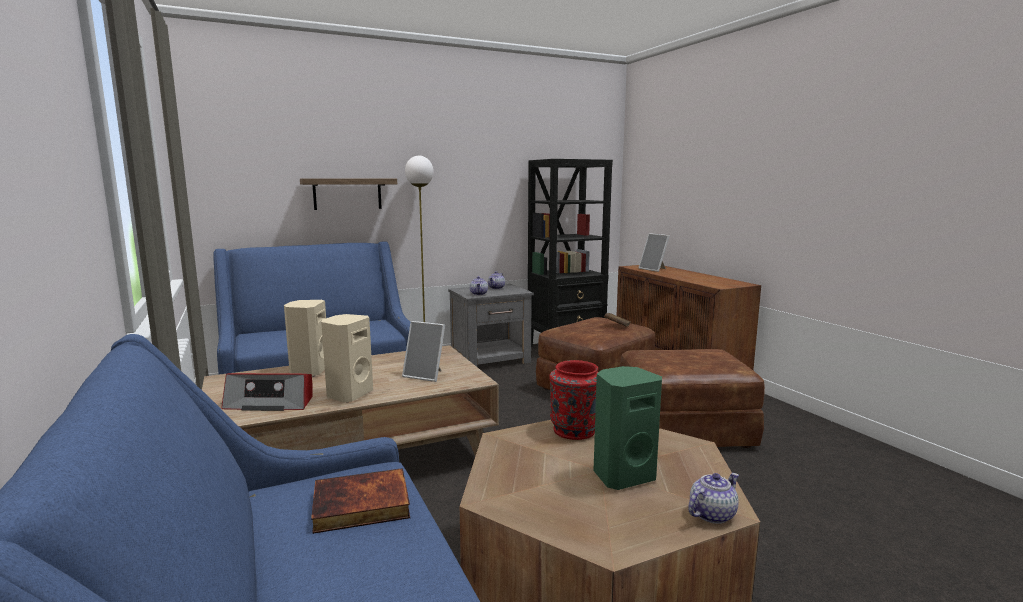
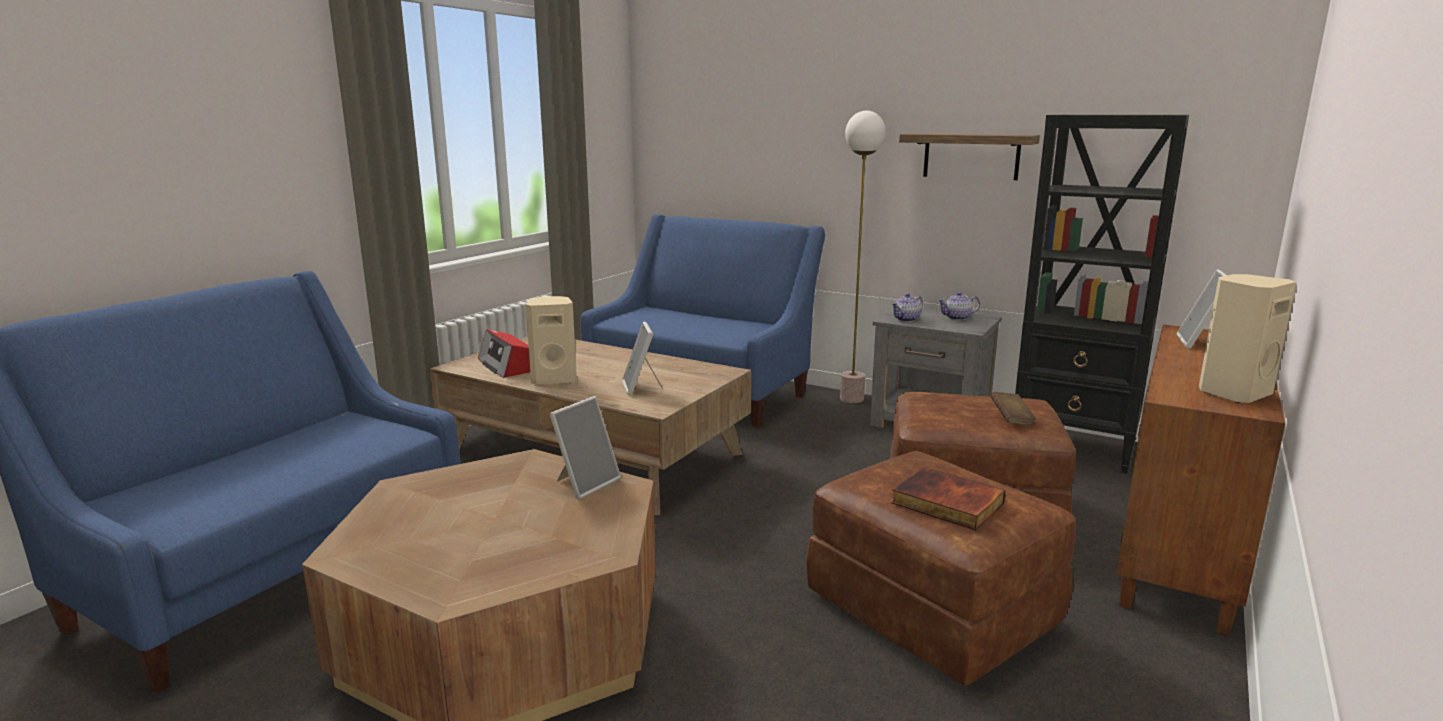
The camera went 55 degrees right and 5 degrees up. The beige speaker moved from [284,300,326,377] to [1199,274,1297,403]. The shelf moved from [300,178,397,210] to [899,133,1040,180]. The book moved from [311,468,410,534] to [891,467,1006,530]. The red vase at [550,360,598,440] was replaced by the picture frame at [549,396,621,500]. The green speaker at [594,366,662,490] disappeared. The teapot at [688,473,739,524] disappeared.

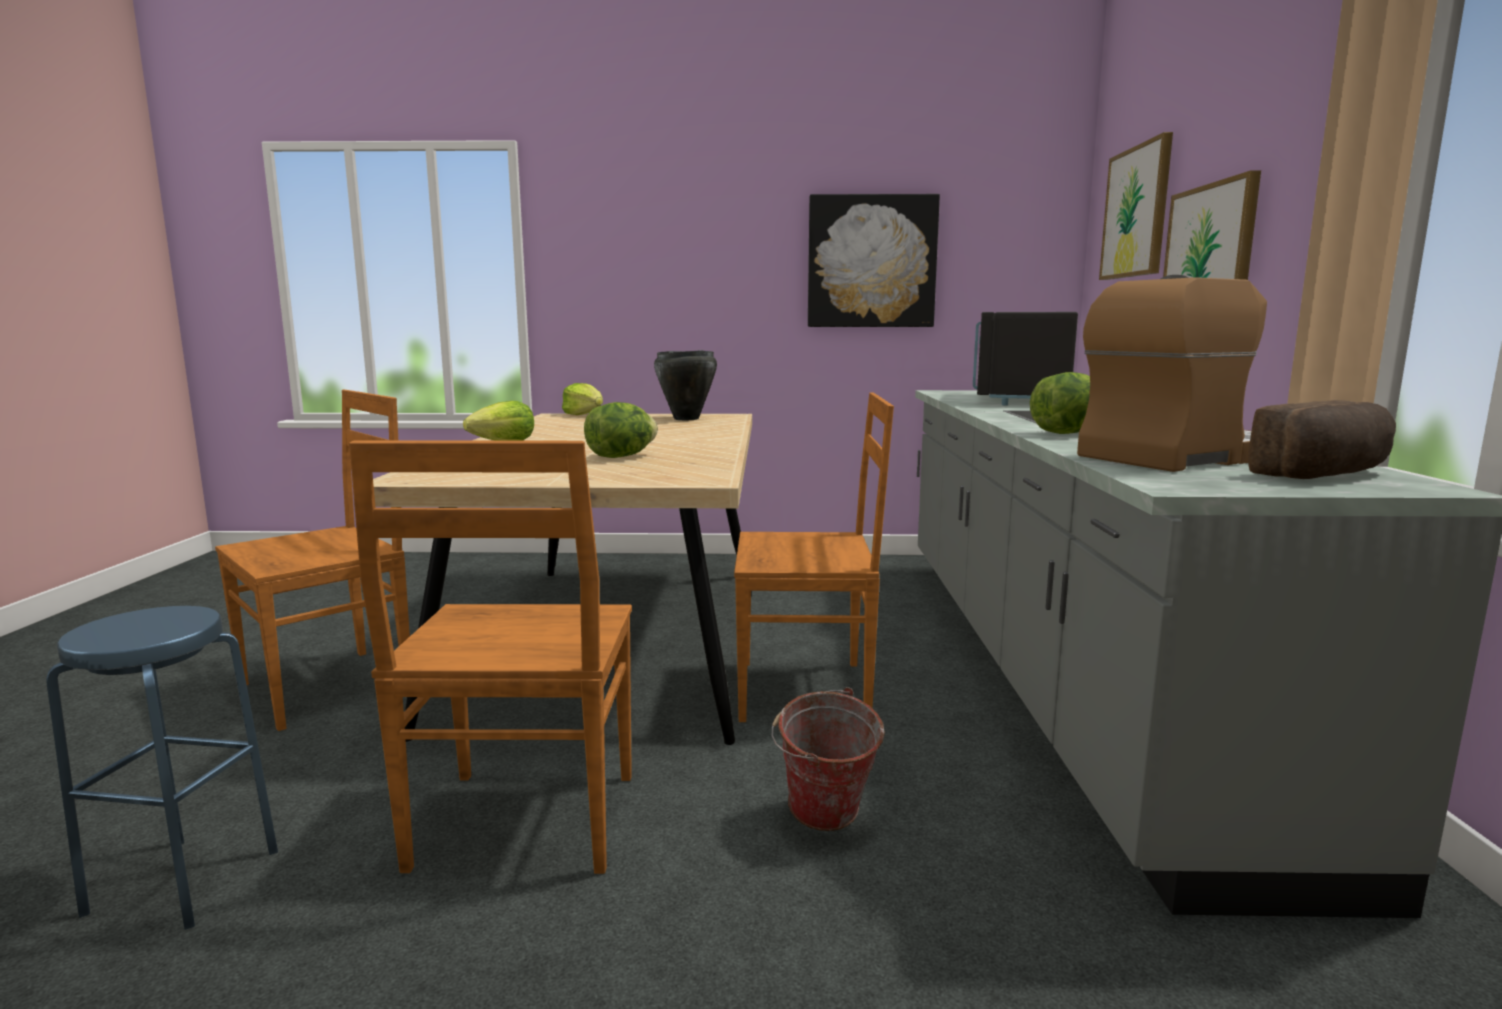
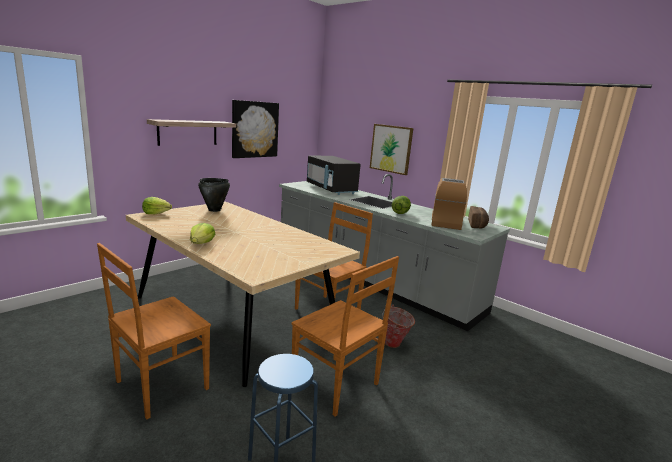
The camera went 50 degrees left and 5 degrees up. The brown chair at [215,390,410,731] turned 135 degrees counterclockwise. The lettuce at [584,402,658,458] disappeared. The picture at [1099,132,1173,280] disappeared. The shelf at [147,119,236,146] appeared.

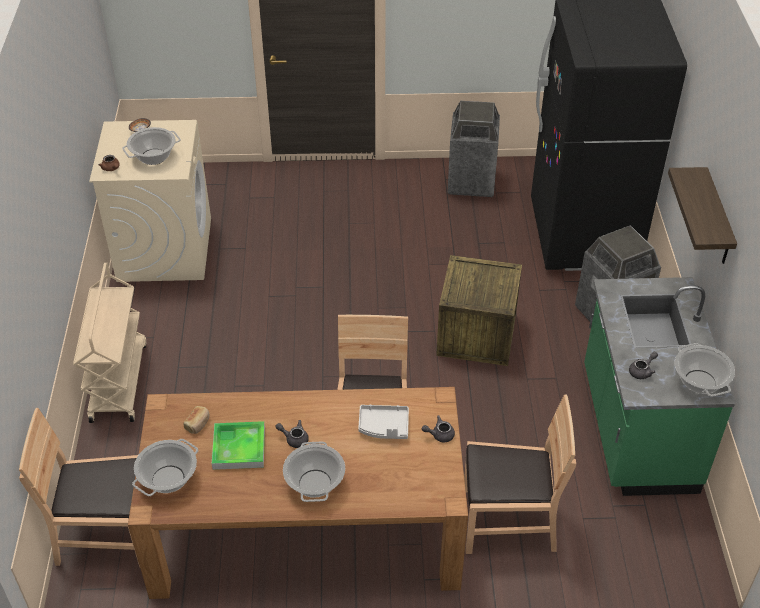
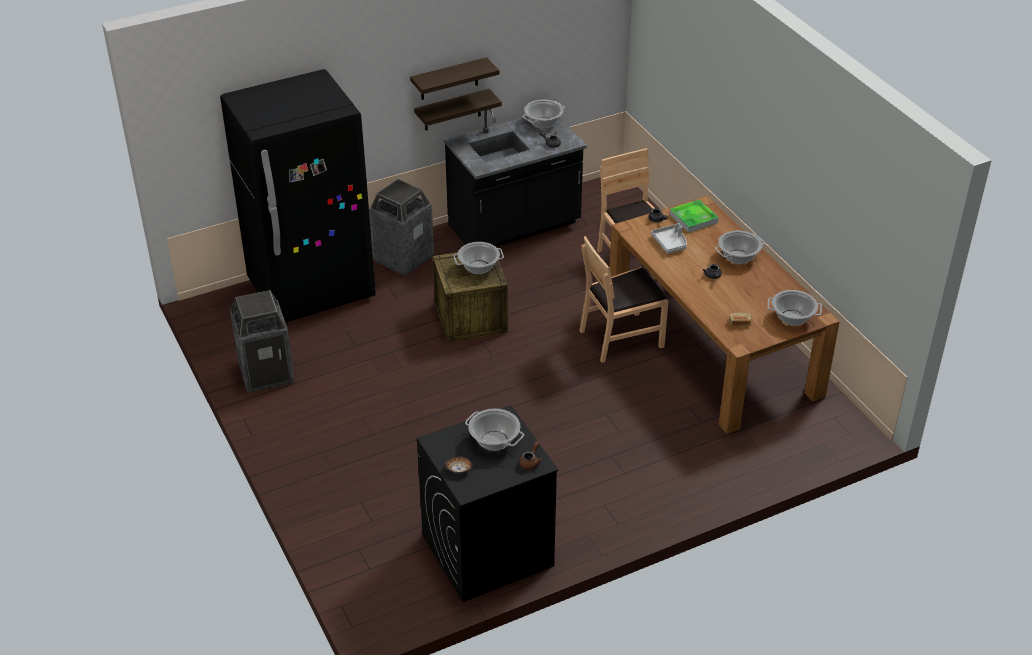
The camera went 115 degrees left and 5 degrees down. The brown chair at [19,408,140,567] disappeared. The beige cart at [73,263,147,423] disappeared. The beige washing machine at [89,120,211,282] became the black washing machine at [417,406,559,602]. The tray moved from [212,421,265,470] to [669,200,719,233]. The green counter at [584,277,735,496] became the black counter at [444,109,587,247]. The shelf at [414,89,502,131] appeared. The cooking pot at [453,242,504,274] appeared.

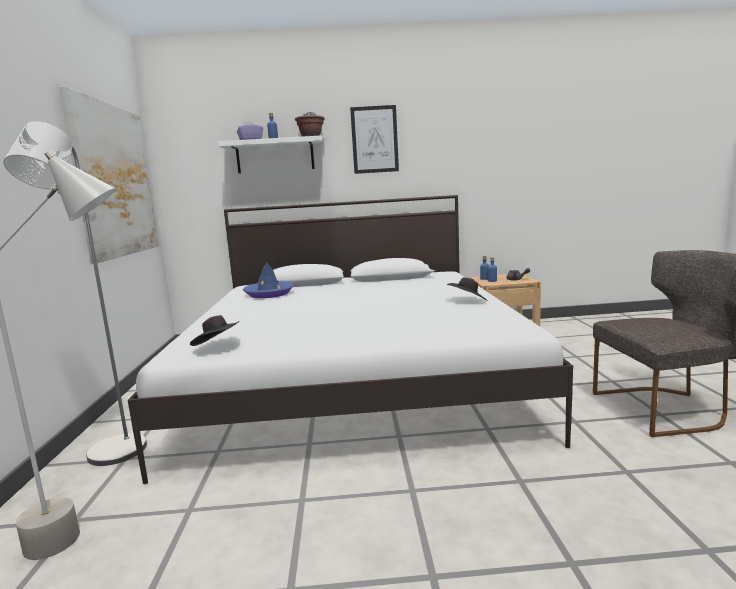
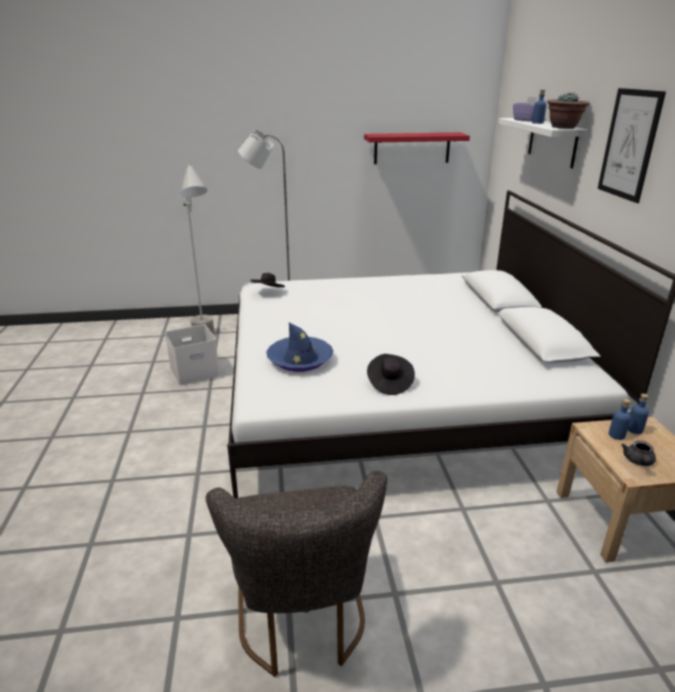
The camera went 85 degrees right and 15 degrees up. The picture at [59,86,159,264] was replaced by the red shelf at [364,133,470,164]. The blue hat moved from [243,263,294,298] to [266,322,334,372]. The white storage box at [165,324,220,386] appeared.

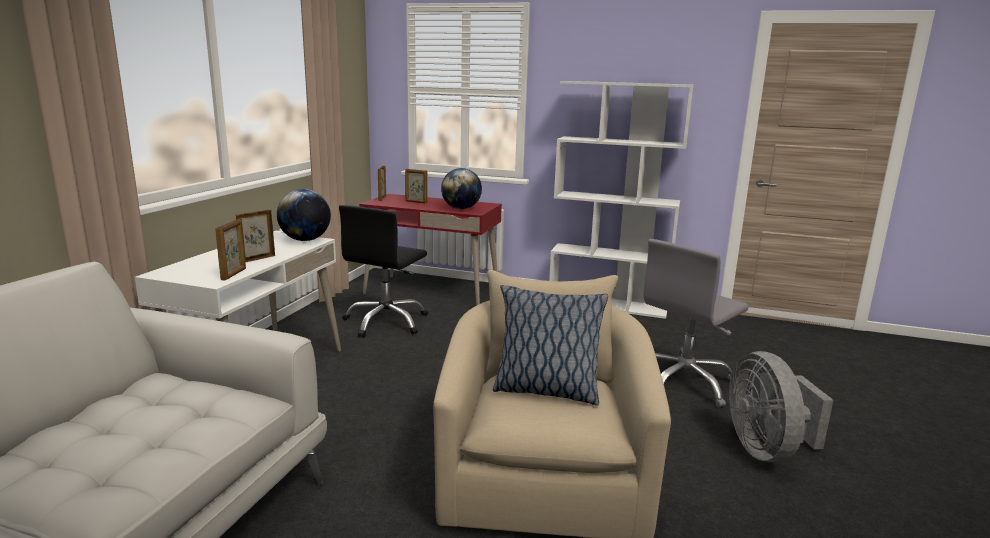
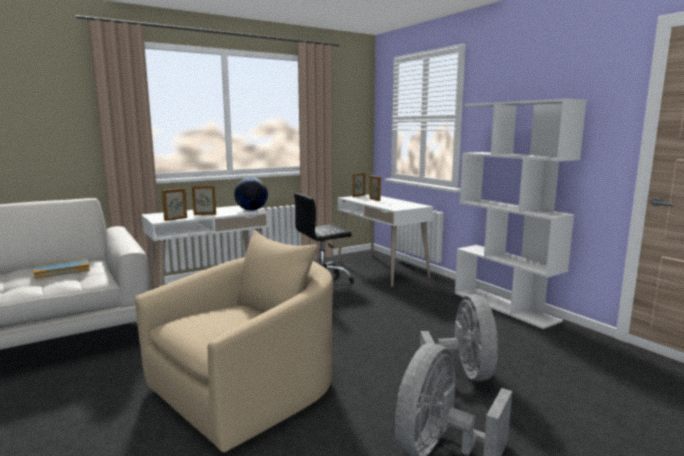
The camera went 40 degrees right and 5 degrees down. The red desk at [359,194,502,306] became the white desk at [337,195,433,287]. The globe at [441,168,482,209] disappeared. The pillow at [493,285,608,406] disappeared. The grey office chair at [643,239,749,408] was replaced by the grey fan at [420,294,499,393]. The book at [33,258,90,279] appeared.

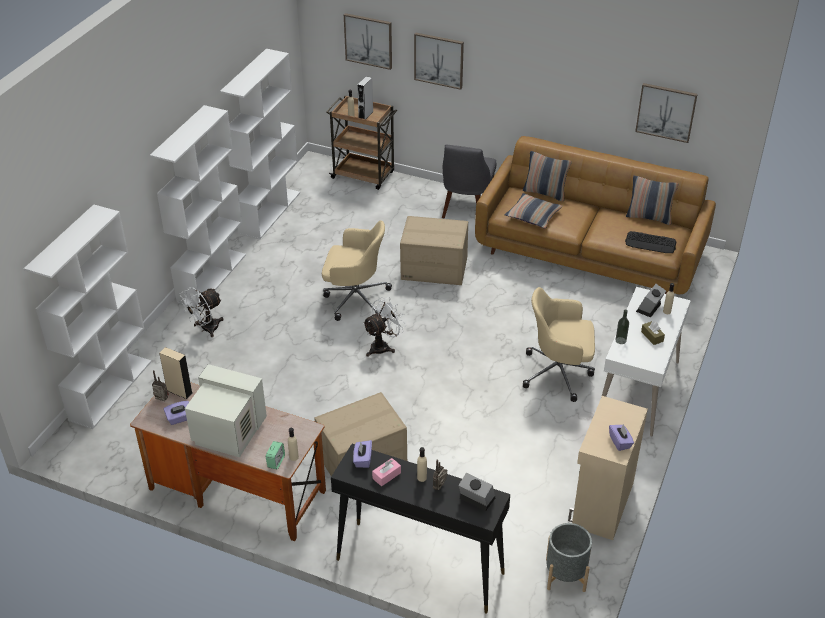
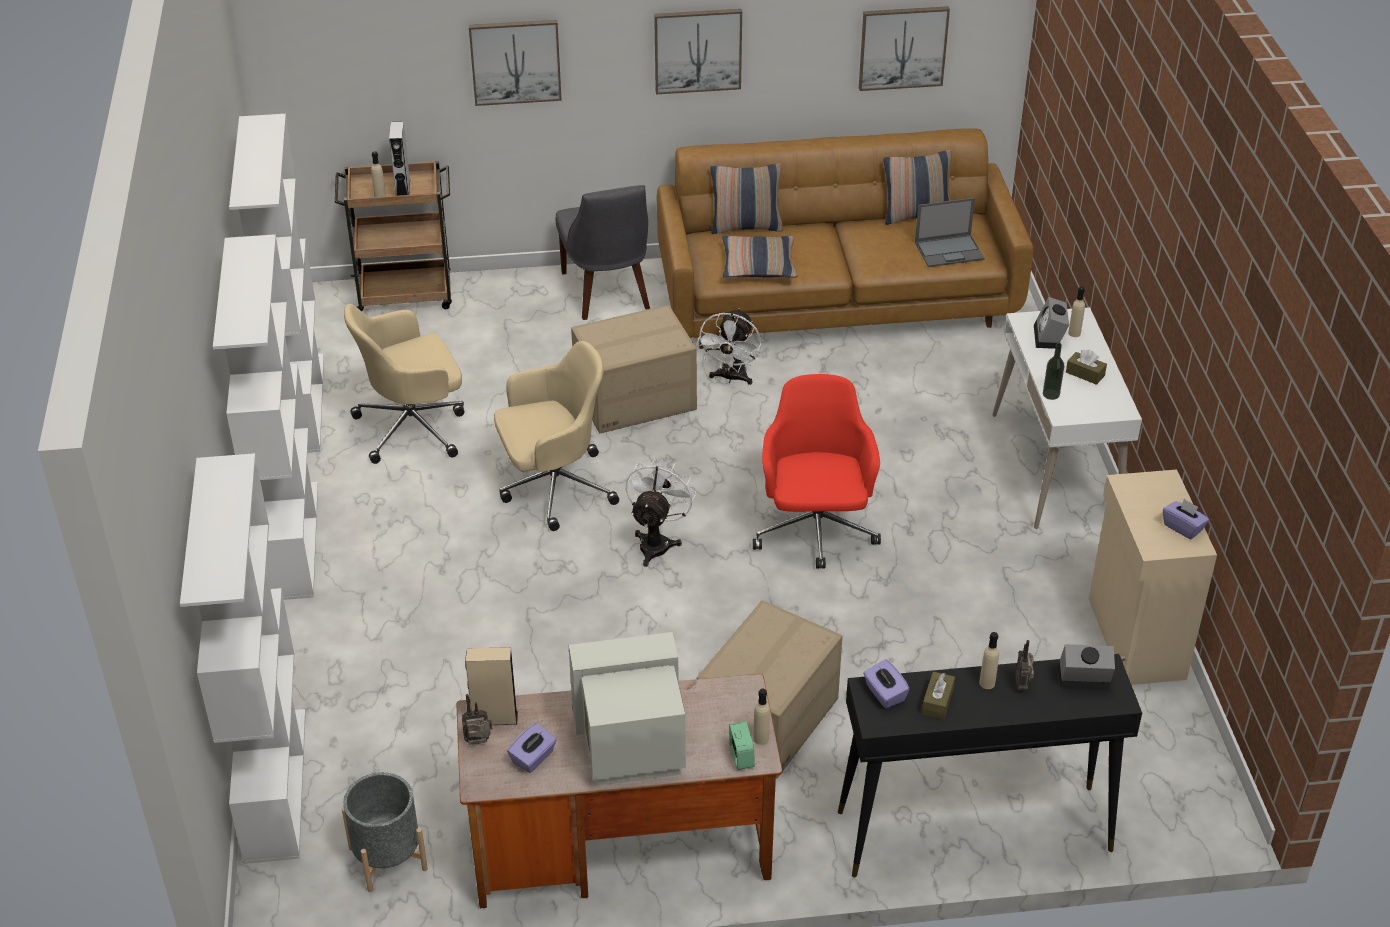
The camera went 30 degrees left and 0 degrees up. The white fan moved from [179,287,223,337] to [697,308,762,385]. The picture moved from [344,13,392,70] to [654,9,742,94]. The pink tissue box at [372,458,401,486] became the brown tissue box at [922,672,955,719]. The beige office chair moved from [523,287,595,402] to [344,304,465,464]. The grey planter moved from [546,523,592,592] to [342,772,428,892]. The keyboard at [625,231,677,253] was replaced by the laptop at [915,198,985,267]. The red office chair at [753,374,881,569] appeared.

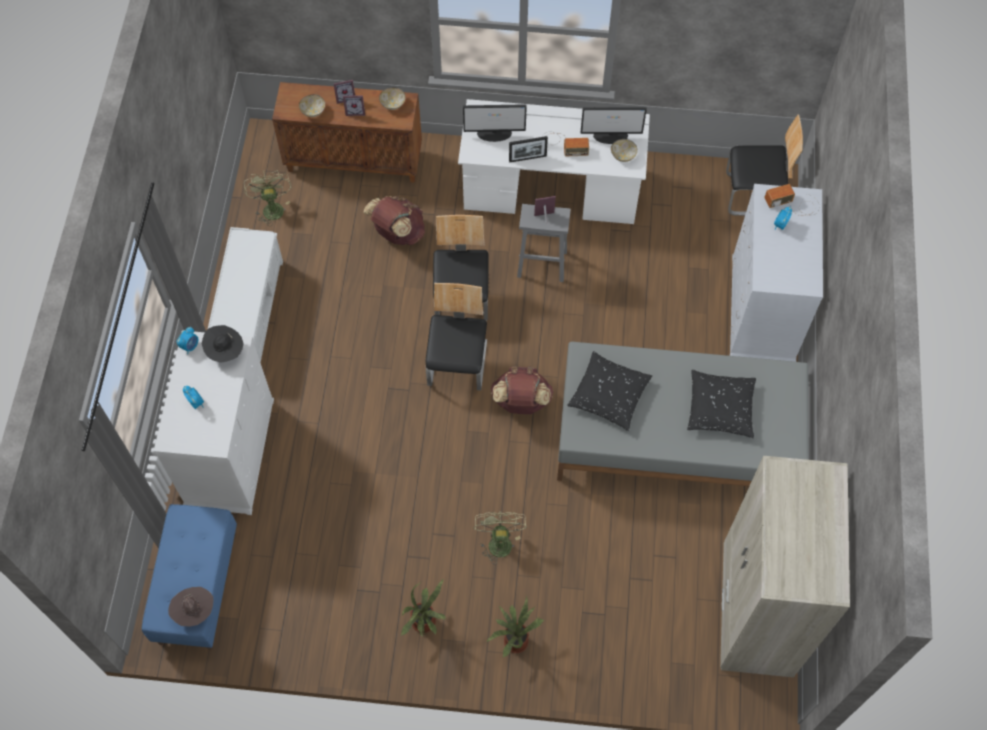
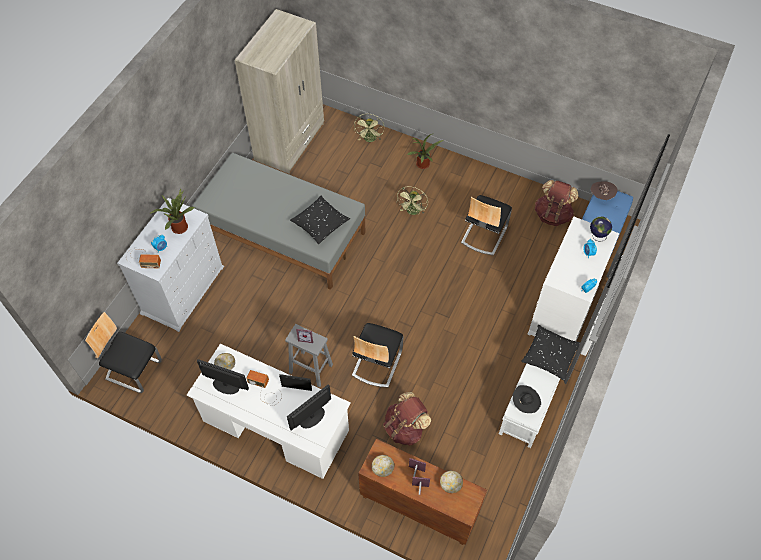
The camera went 160 degrees left and 5 degrees down. The black hat moved from [202,325,244,363] to [513,385,541,413]. The green fan moved from [244,171,291,226] to [354,114,384,142]. The potted plant moved from [401,579,446,638] to [150,188,195,234]. The chair moved from [426,283,487,390] to [461,195,512,255]. The monitor at [463,104,527,142] turned 60 degrees counterclockwise. The brown backpack moved from [491,366,553,414] to [535,180,578,226]. The black pillow moved from [687,370,756,438] to [521,325,580,381]. The globe at [590,217,612,242] appeared.

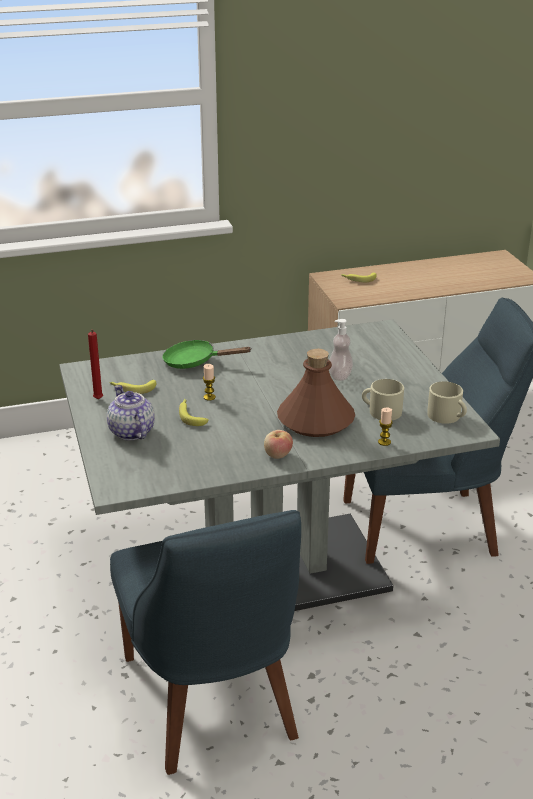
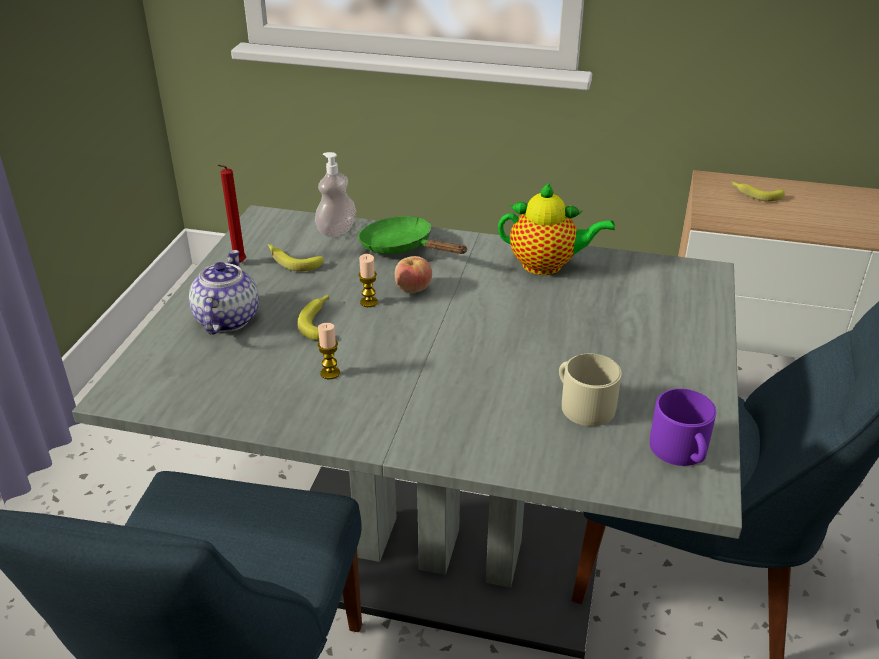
The camera went 30 degrees right and 5 degrees up. The apple moved from [264,430,293,459] to [395,256,432,293]. The brown bottle at [277,349,355,437] disappeared. The soap dispenser moved from [329,319,353,381] to [315,152,356,237]. The candle moved from [378,408,393,446] to [318,323,340,379]. The beige mug at [427,381,467,424] became the purple mug at [650,389,716,466]. The teapot at [498,183,615,275] appeared.

